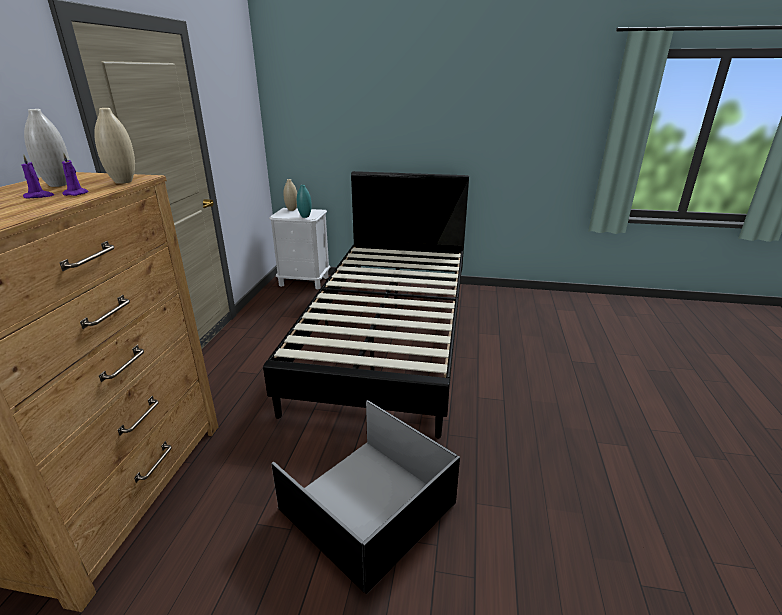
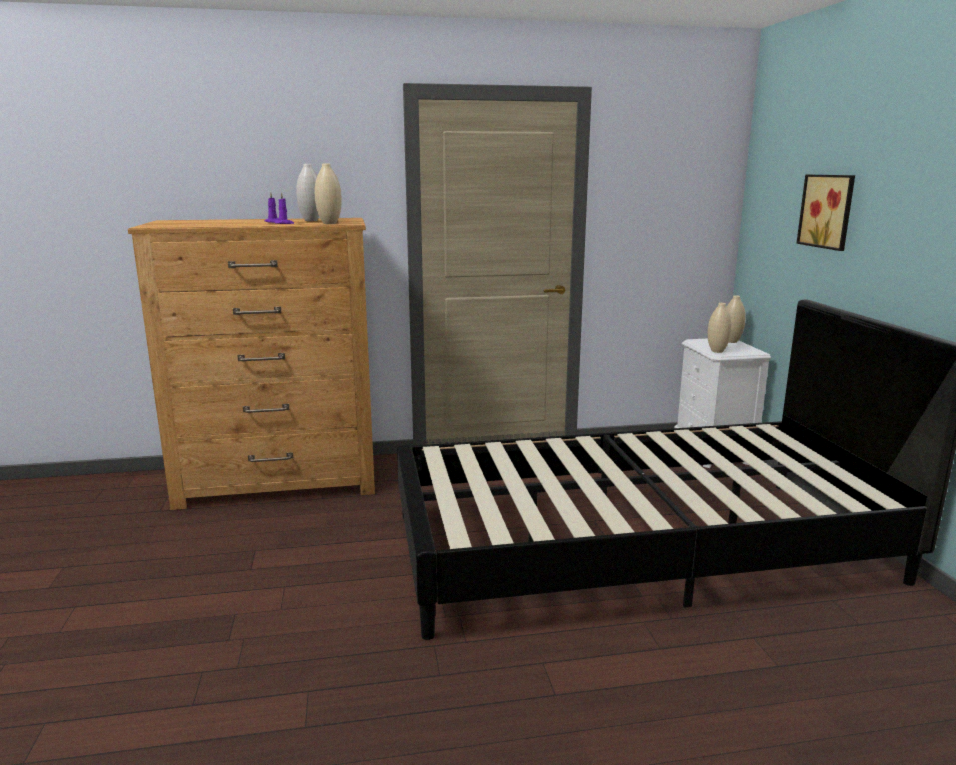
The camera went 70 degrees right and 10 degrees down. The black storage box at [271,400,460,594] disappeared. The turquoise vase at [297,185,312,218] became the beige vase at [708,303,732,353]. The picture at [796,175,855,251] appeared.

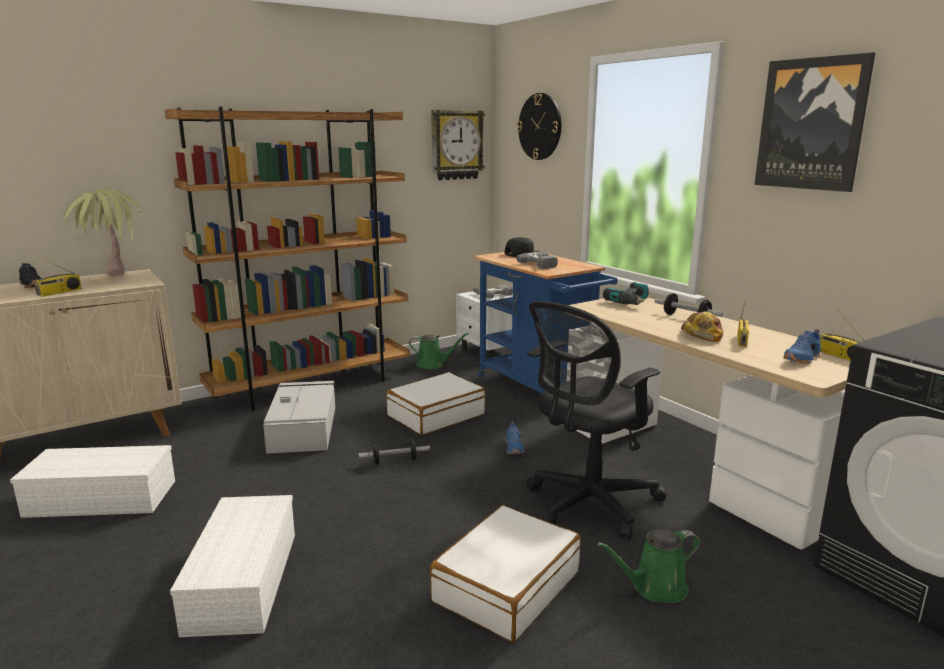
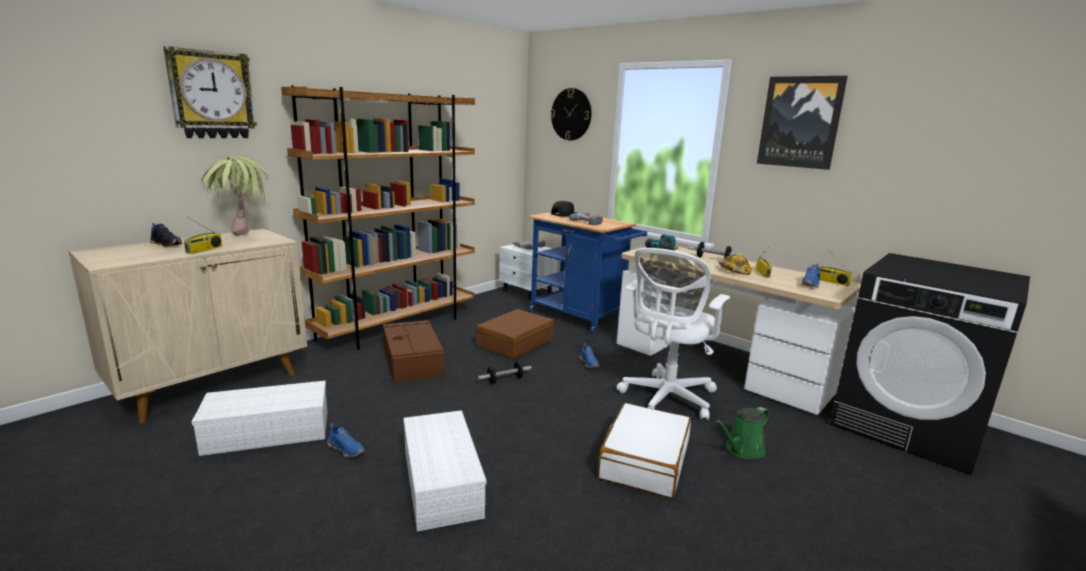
The camera went 15 degrees left and 0 degrees up. The grey storage box at [263,381,335,454] became the brown storage box at [383,320,444,383]. The white suitcase at [387,372,486,436] became the brown suitcase at [477,309,554,359]. The green watering can at [409,333,468,369] disappeared. The wall clock moved from [431,110,485,180] to [163,46,257,138]. The black office chair at [527,301,667,539] became the white office chair at [617,248,730,420]. The blue shoe at [327,423,365,458] appeared.

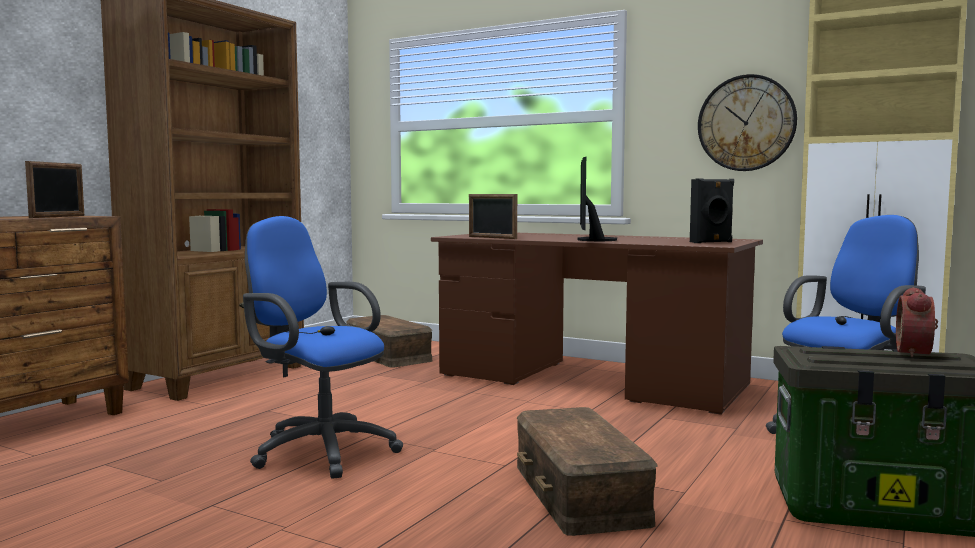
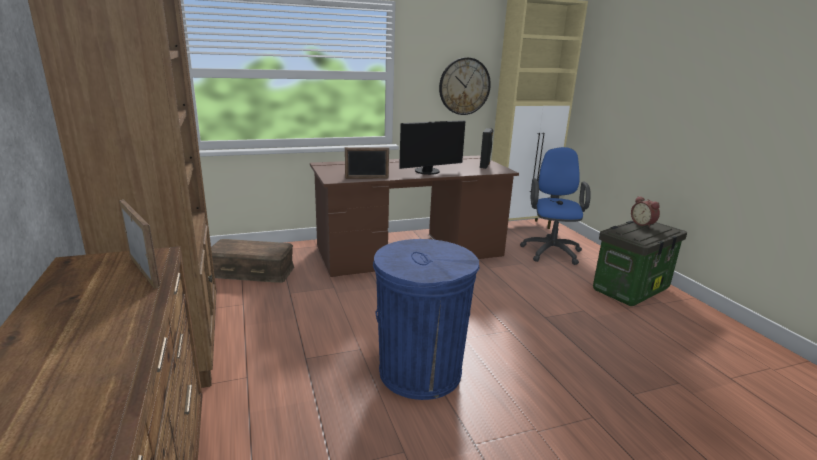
The camera went 50 degrees left and 15 degrees up. The blue office chair at [243,216,403,479] was replaced by the blue trash can at [373,239,479,400]. The brown storage box at [517,407,658,536] disappeared. The monitor at [577,157,617,241] turned 75 degrees counterclockwise.

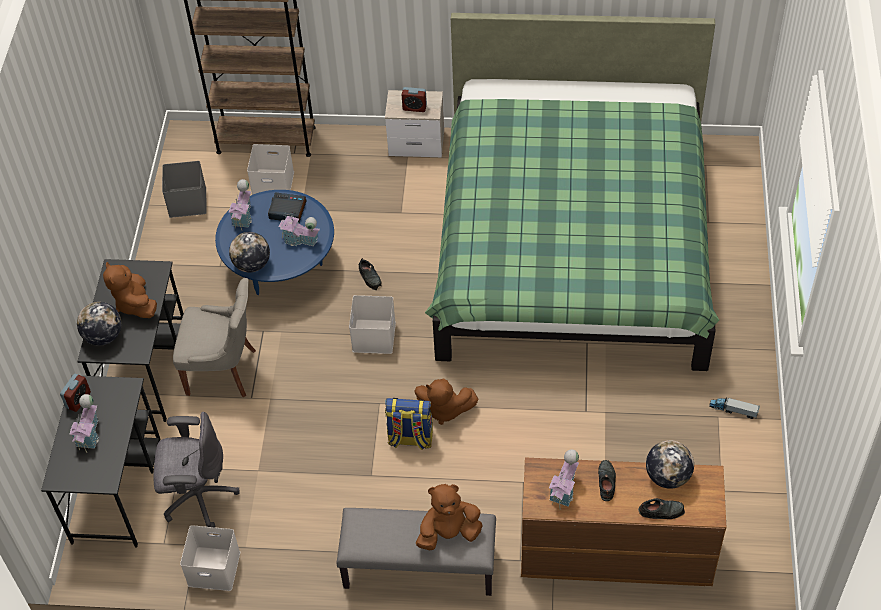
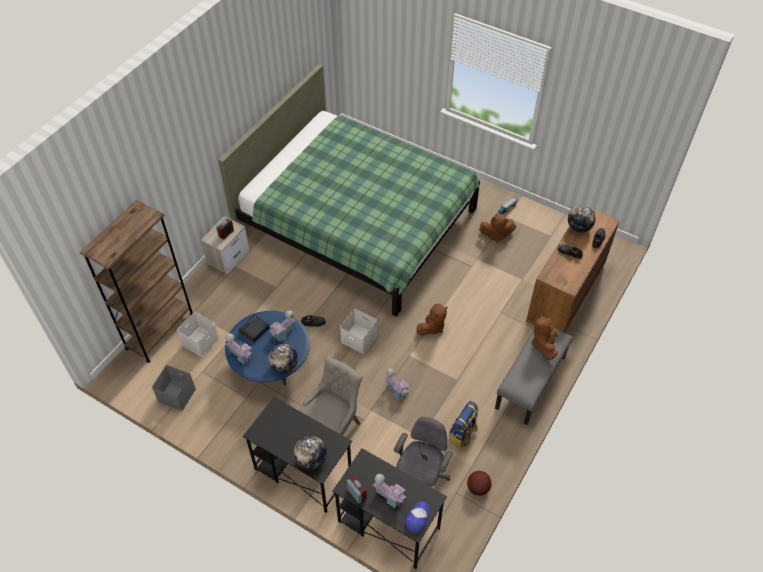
The camera went 65 degrees left and 0 degrees up. The brown plush toy moved from [103,262,157,318] to [479,214,516,243]. The white storage box at [180,525,240,591] was replaced by the basketball at [467,471,492,496]. The backpack moved from [385,398,433,450] to [449,401,479,448]. The toy house moved from [549,449,579,509] to [385,368,409,400]. The cap at [406,502,429,532] appeared.

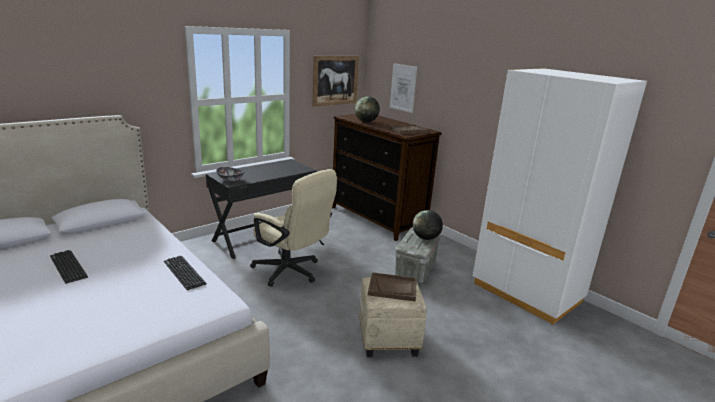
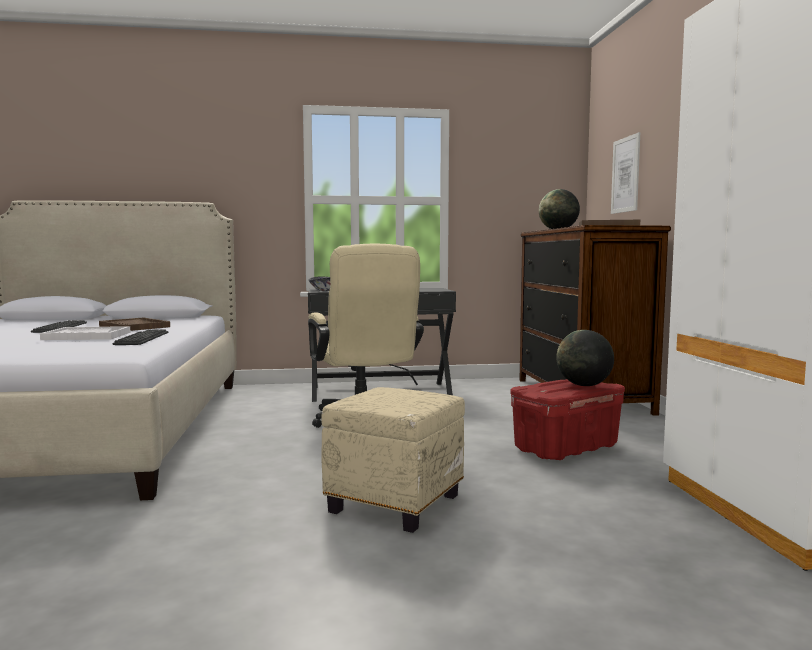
The camera went 35 degrees right and 15 degrees down. The picture at [312,56,359,107] disappeared. The brown tray moved from [368,272,417,302] to [99,318,170,331]. The grey storage box at [395,228,441,283] became the red storage box at [510,379,625,460]. The white tray at [40,326,131,340] appeared.

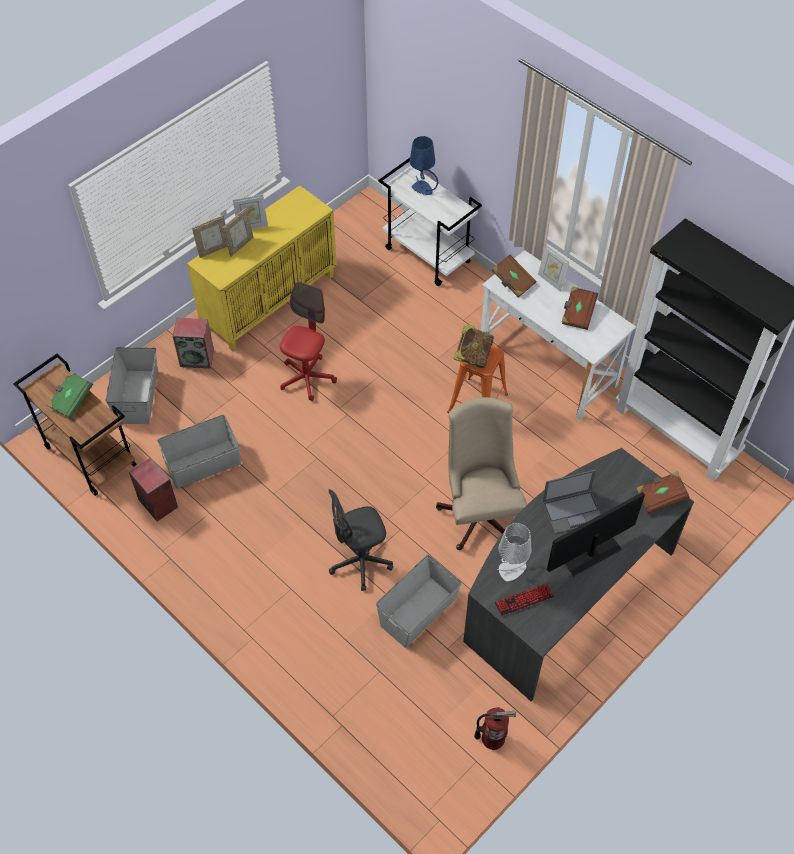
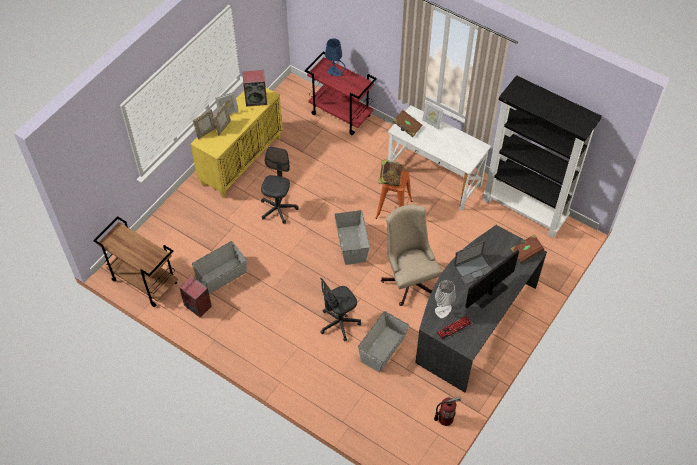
The camera went 10 degrees left and 0 degrees up. The green book at [47,371,93,419] disappeared. The grey storage box moved from [106,347,157,424] to [334,210,370,265]. The speaker moved from [173,318,214,368] to [243,70,267,107]. The red office chair at [280,281,337,401] became the grey office chair at [261,146,299,224]. The white cart at [378,158,482,286] became the red cart at [305,52,377,135]. The brown book at [562,286,598,330] disappeared.

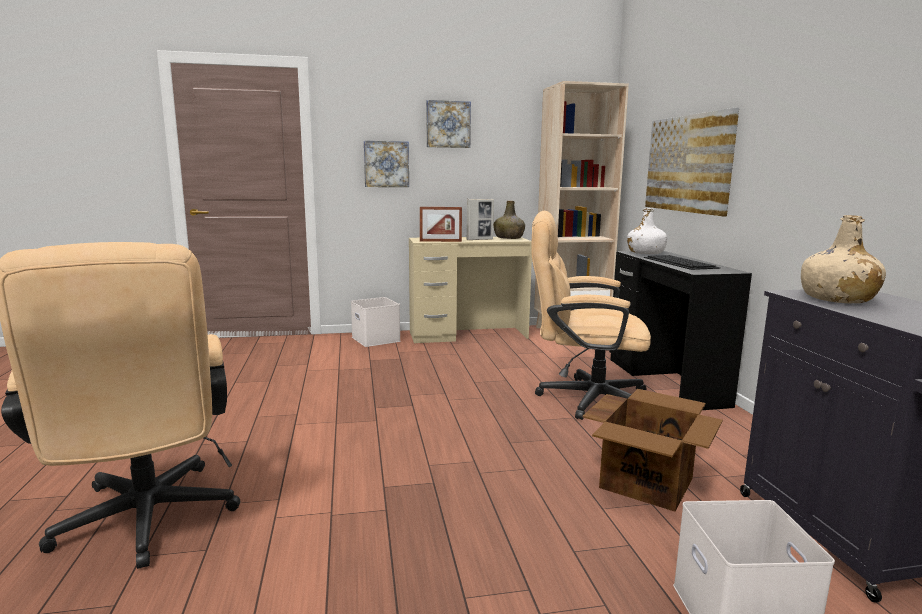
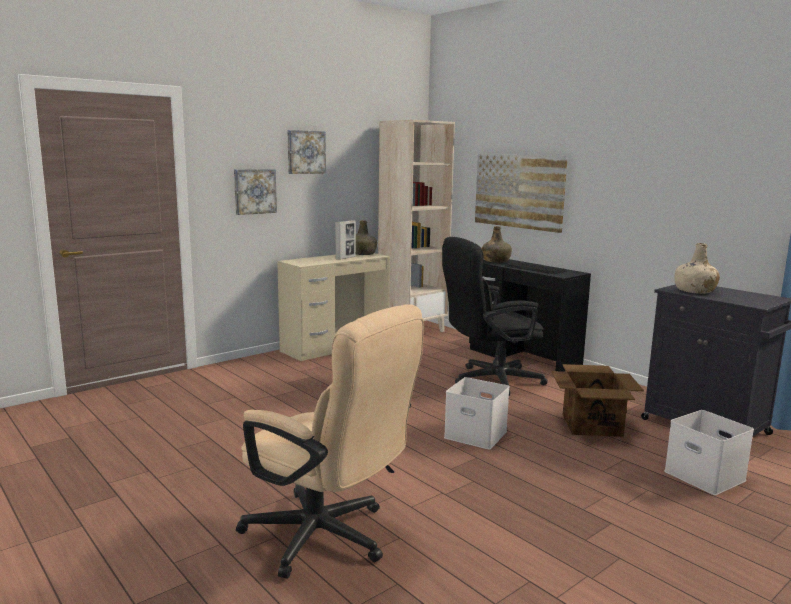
The camera went 30 degrees left and 0 degrees up. The white storage box moved from [351,297,401,347] to [444,377,510,450]. The picture frame at [420,207,462,242] disappeared. The beige office chair at [531,210,651,420] became the black office chair at [442,237,548,395]. The white bottle at [627,208,667,254] became the green bottle at [482,226,512,263].

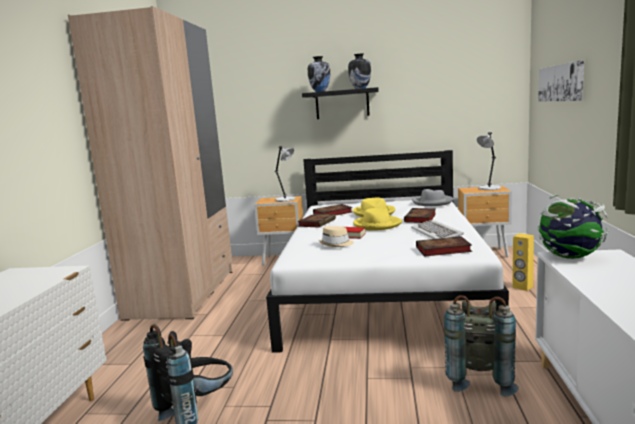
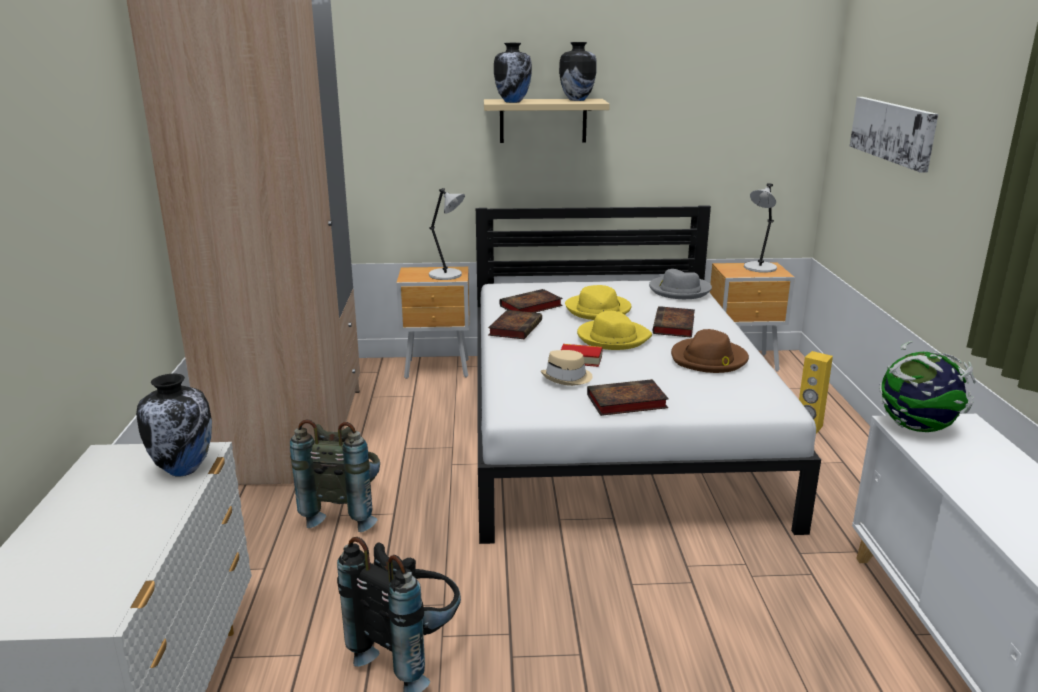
The camera went 10 degrees left and 10 degrees up. The black shelf at [302,87,379,119] became the beige shelf at [484,99,610,143]. The keyboard at [411,220,464,239] was replaced by the brown hat at [671,329,749,373]. The book moved from [416,236,472,257] to [587,379,669,416]. The grey backpack moved from [444,295,519,397] to [290,419,380,532]. The vase at [136,374,212,476] appeared.

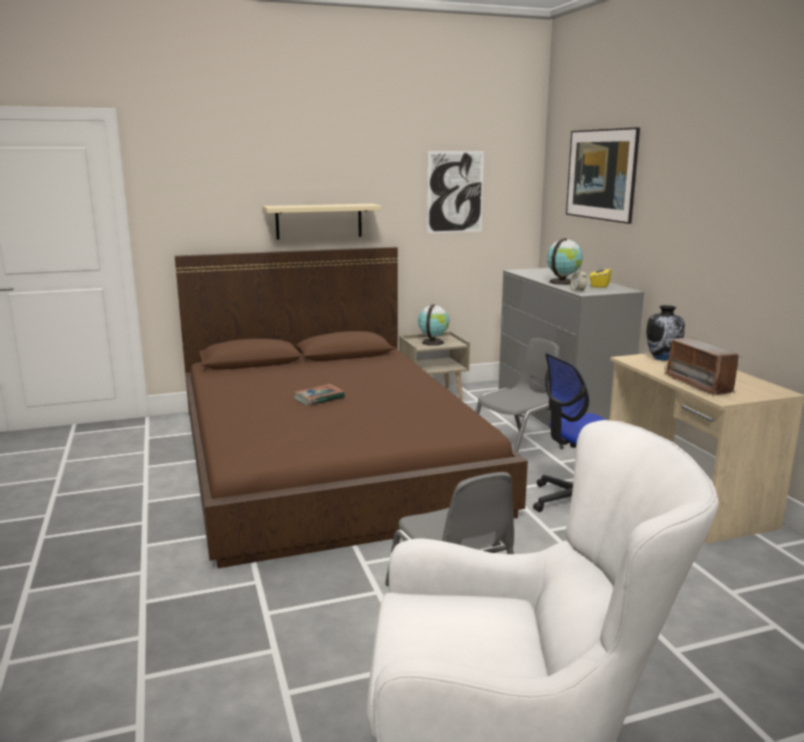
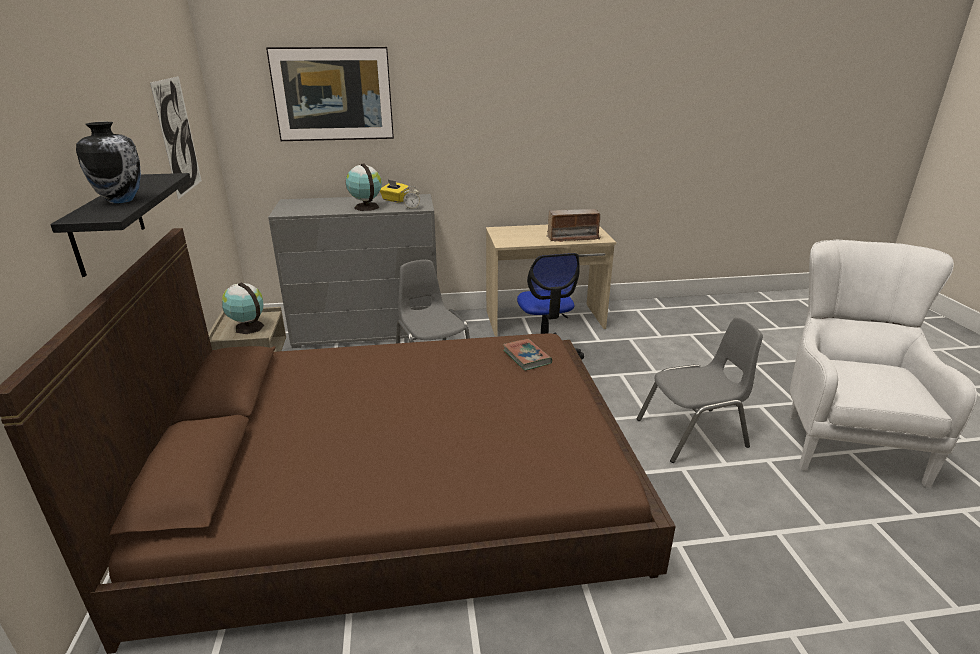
The camera went 80 degrees left and 10 degrees up. The beige shelf at [262,204,382,240] became the black shelf at [50,173,191,277]. The book moved from [294,384,345,406] to [503,339,552,371]. The vase moved from [646,305,685,361] to [76,122,141,204].

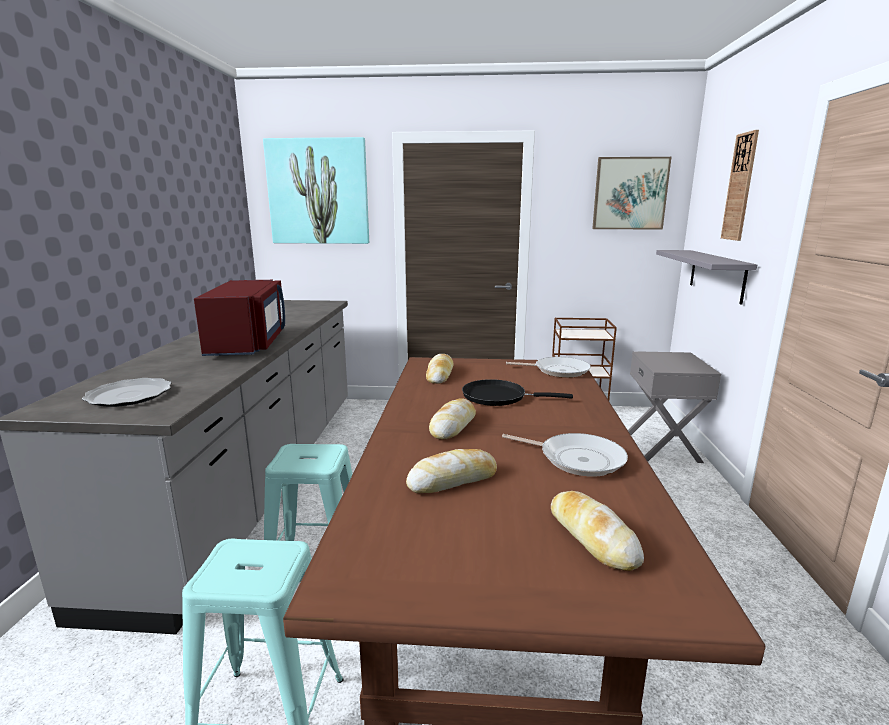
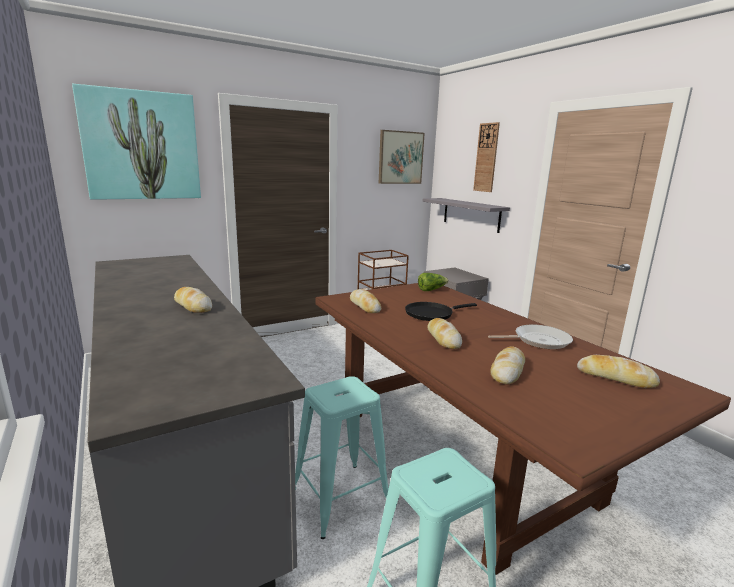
The camera went 35 degrees left and 0 degrees up. The plate at [82,378,172,407] disappeared. The red microwave at [194,280,285,356] was replaced by the bread at [174,287,212,313]. The frying pan at [506,357,591,378] was replaced by the lettuce at [418,273,449,291].

